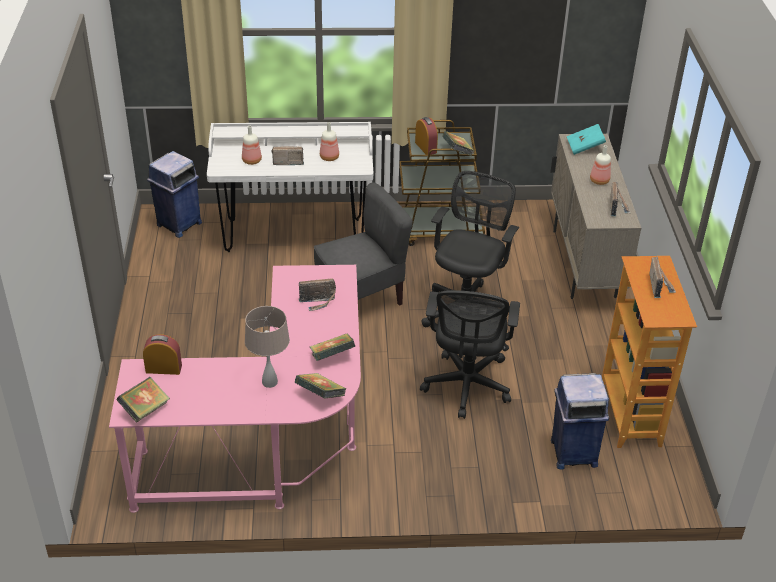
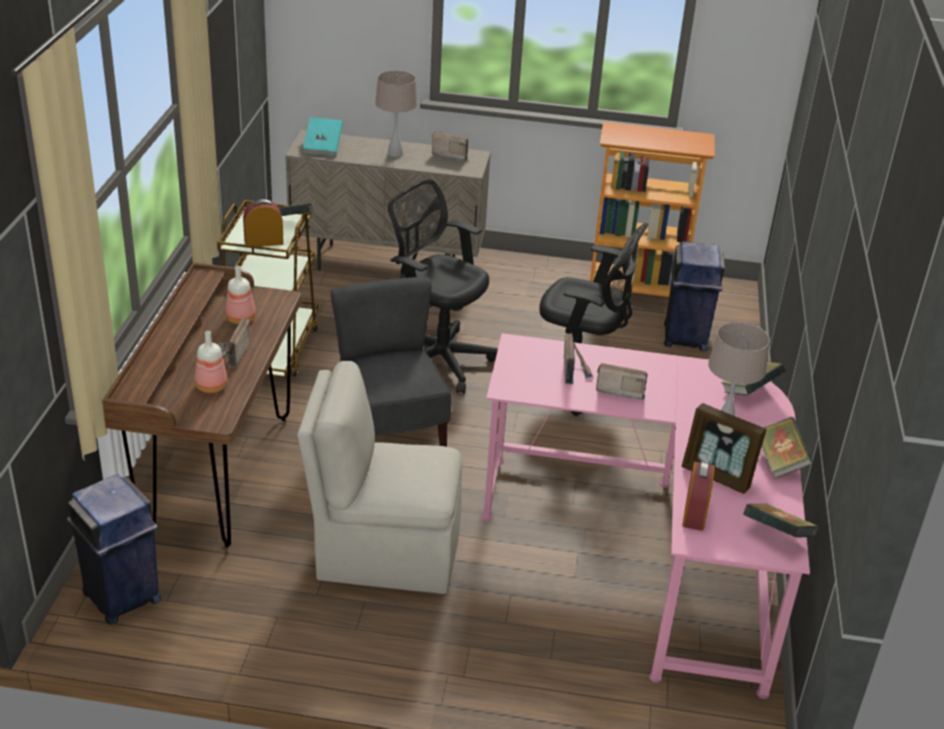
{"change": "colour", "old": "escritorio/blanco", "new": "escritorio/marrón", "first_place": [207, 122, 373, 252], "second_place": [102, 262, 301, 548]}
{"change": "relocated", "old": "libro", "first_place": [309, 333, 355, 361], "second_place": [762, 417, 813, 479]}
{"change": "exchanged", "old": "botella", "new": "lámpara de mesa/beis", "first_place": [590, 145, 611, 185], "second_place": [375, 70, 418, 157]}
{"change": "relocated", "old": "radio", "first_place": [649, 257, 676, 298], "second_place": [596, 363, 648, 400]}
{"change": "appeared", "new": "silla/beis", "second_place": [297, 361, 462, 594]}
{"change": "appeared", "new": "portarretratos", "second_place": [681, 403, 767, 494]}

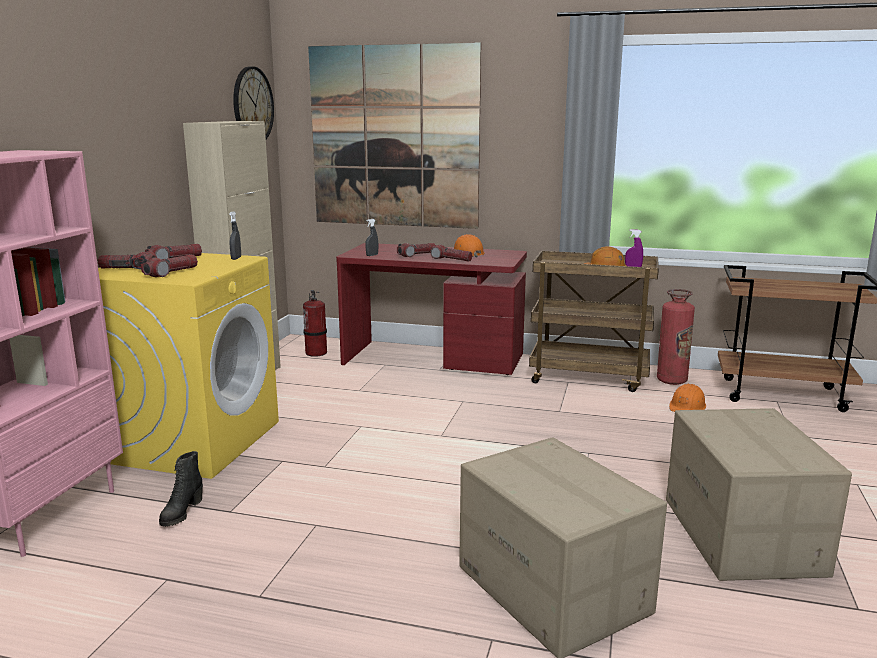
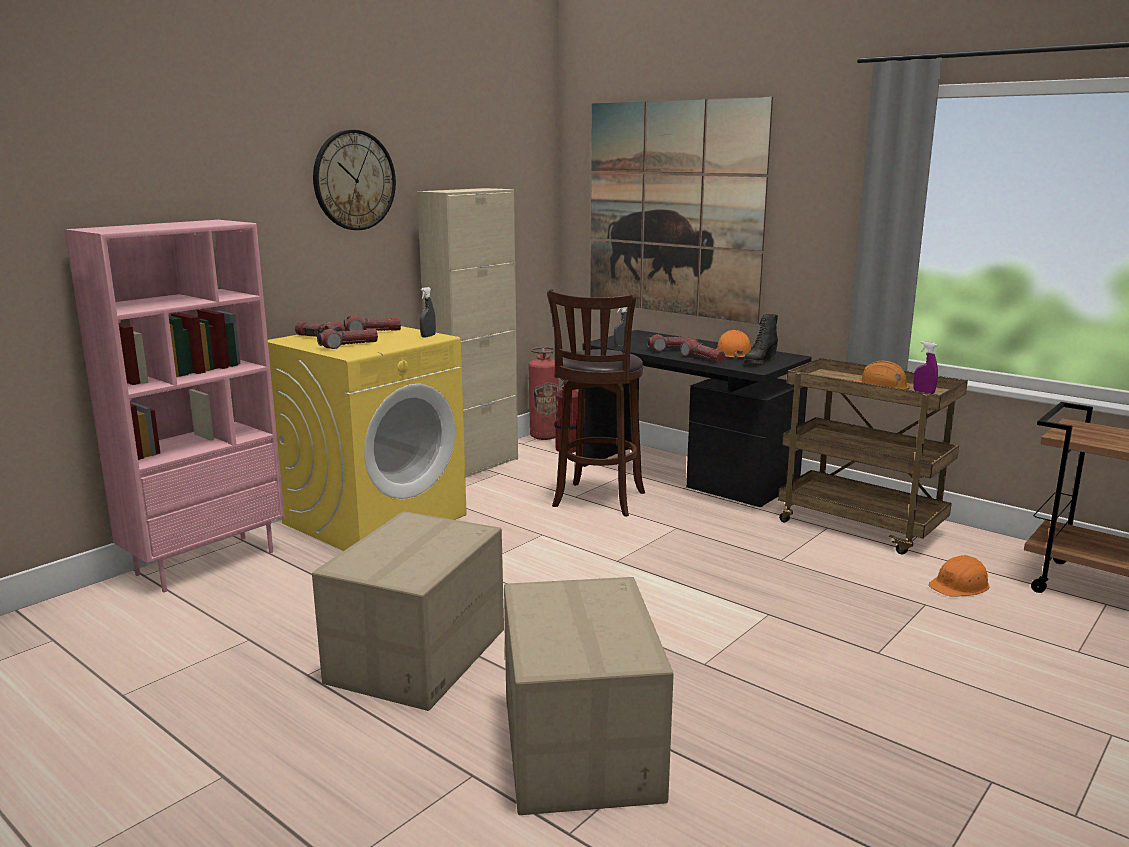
{"change": "relocated", "old": "bota/negro", "first_place": [159, 451, 203, 527], "second_place": [744, 314, 778, 364]}
{"change": "relocated", "old": "reloj de pared", "first_place": [233, 66, 274, 139], "second_place": [313, 130, 396, 230]}
{"change": "colour", "old": "escritorio/rojo", "new": "escritorio/negro", "first_place": [336, 243, 527, 375], "second_place": [582, 330, 812, 507]}
{"change": "relocated", "old": "extintor", "first_place": [657, 289, 695, 385], "second_place": [529, 347, 559, 440]}
{"change": "relocated", "old": "caja de cartón", "first_place": [666, 408, 852, 581], "second_place": [312, 511, 504, 711]}
{"change": "appeared", "new": "taburete/marrón", "second_place": [547, 289, 645, 517]}

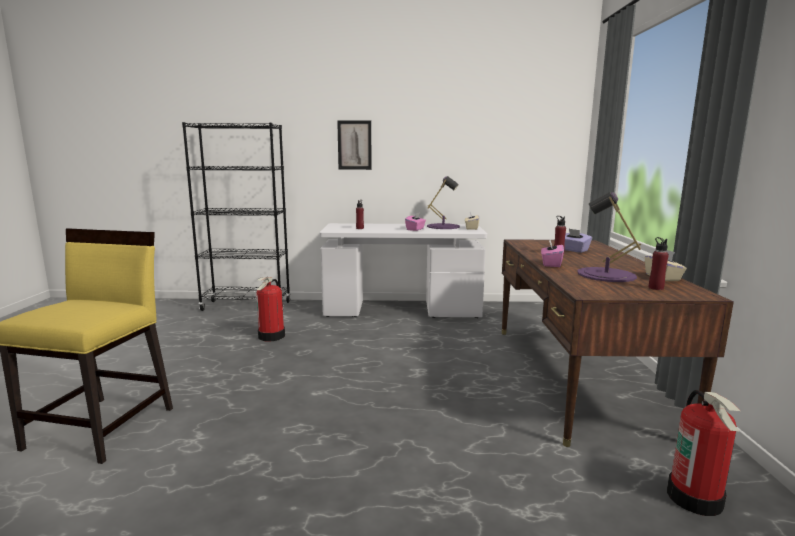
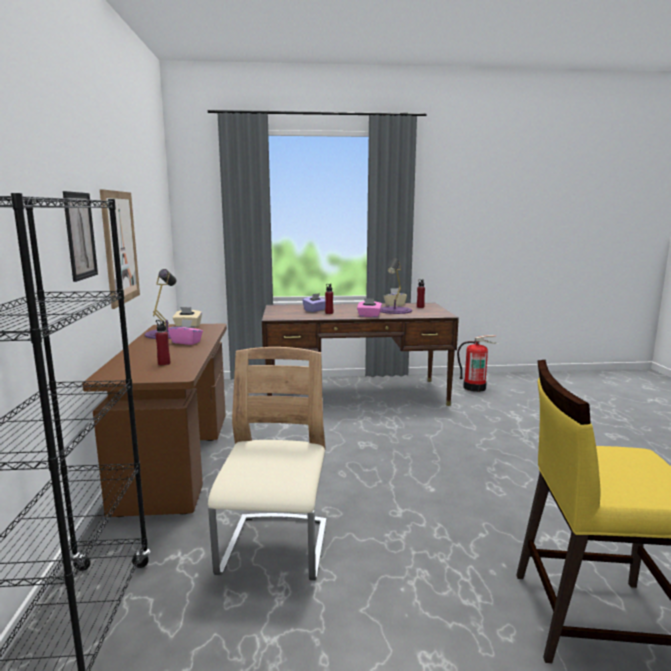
{"change": "exchanged", "old": "extintor", "new": "silla/beis", "first_place": [257, 277, 285, 341], "second_place": [208, 347, 327, 581]}
{"change": "colour", "old": "escritorio/blanco", "new": "escritorio/marrón", "first_place": [319, 223, 487, 318], "second_place": [82, 324, 227, 517]}
{"change": "appeared", "new": "cuadro", "second_place": [100, 189, 140, 309]}

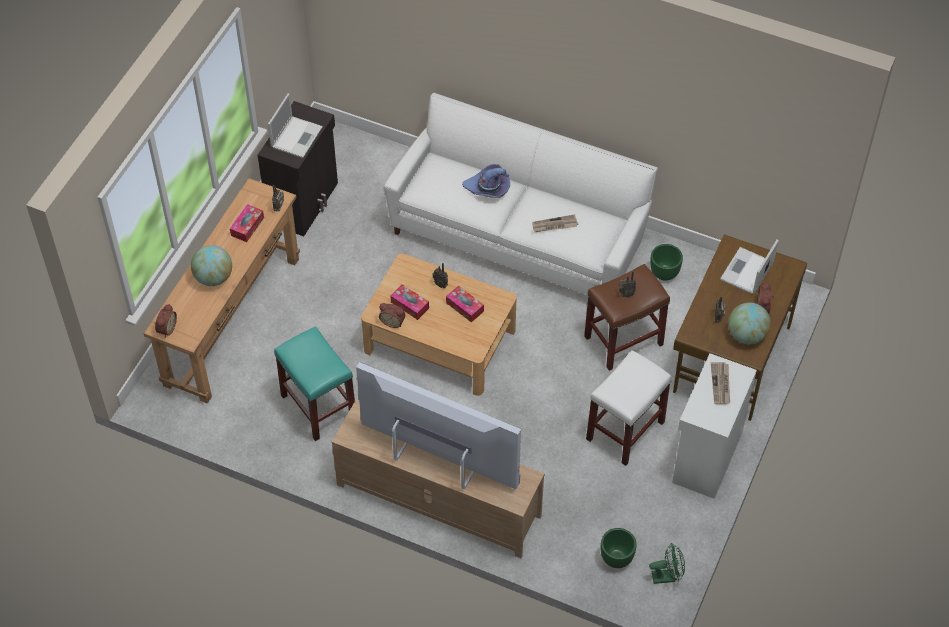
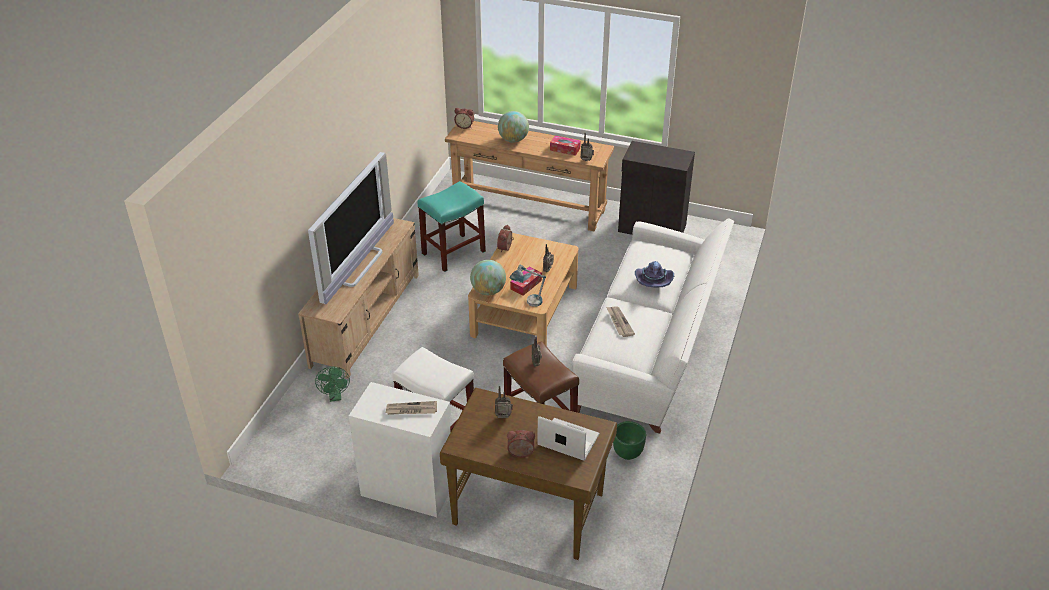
{"change": "missing", "old": "portátil", "first_place": [268, 93, 323, 158]}
{"change": "missing", "old": "caja de pañuelos", "first_place": [390, 284, 429, 320]}
{"change": "missing", "old": "maceta/verde", "first_place": [601, 528, 637, 568]}
{"change": "relocated", "old": "ventilador/verde", "first_place": [649, 543, 685, 584], "second_place": [315, 367, 350, 402]}
{"change": "relocated", "old": "globo terráqueo", "first_place": [728, 302, 771, 344], "second_place": [470, 260, 506, 295]}
{"change": "appeared", "new": "lámpara de mesa", "second_place": [510, 265, 546, 307]}

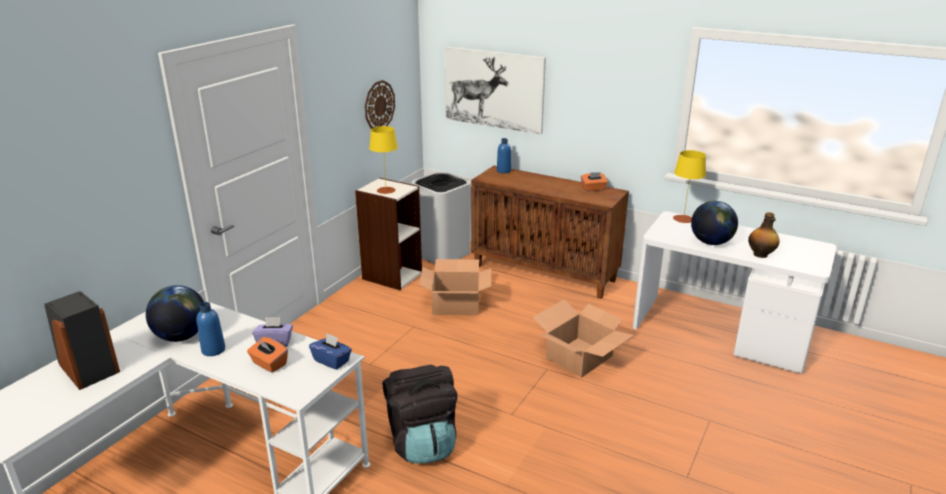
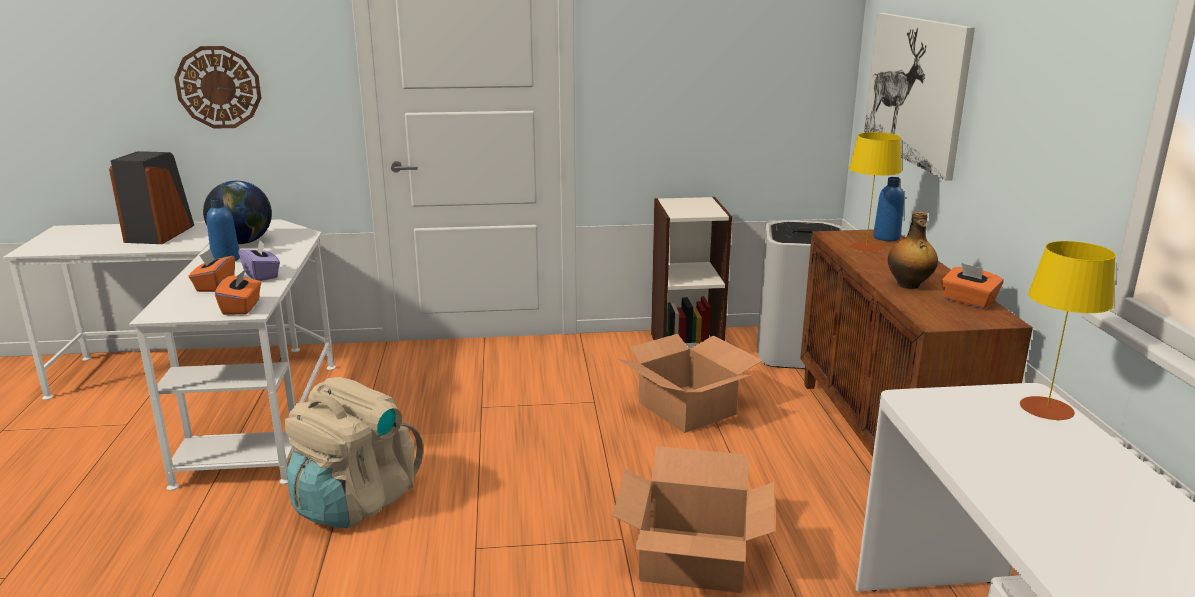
{"change": "colour", "old": "caja de pañuelos/azul", "new": "caja de pañuelos/naranja", "first_place": [309, 333, 352, 370], "second_place": [215, 269, 261, 315]}
{"change": "relocated", "old": "reloj de pared", "first_place": [365, 80, 395, 129], "second_place": [174, 46, 261, 129]}
{"change": "relocated", "old": "lámpara de mesa/amarillo", "first_place": [369, 126, 398, 194], "second_place": [849, 132, 902, 253]}
{"change": "colour", "old": "mochila/negro", "new": "mochila/beis", "first_place": [383, 365, 458, 463], "second_place": [285, 377, 423, 528]}
{"change": "missing", "old": "globo terráqueo", "first_place": [691, 201, 738, 245]}
{"change": "relocated", "old": "botella", "first_place": [748, 212, 780, 258], "second_place": [888, 212, 938, 289]}

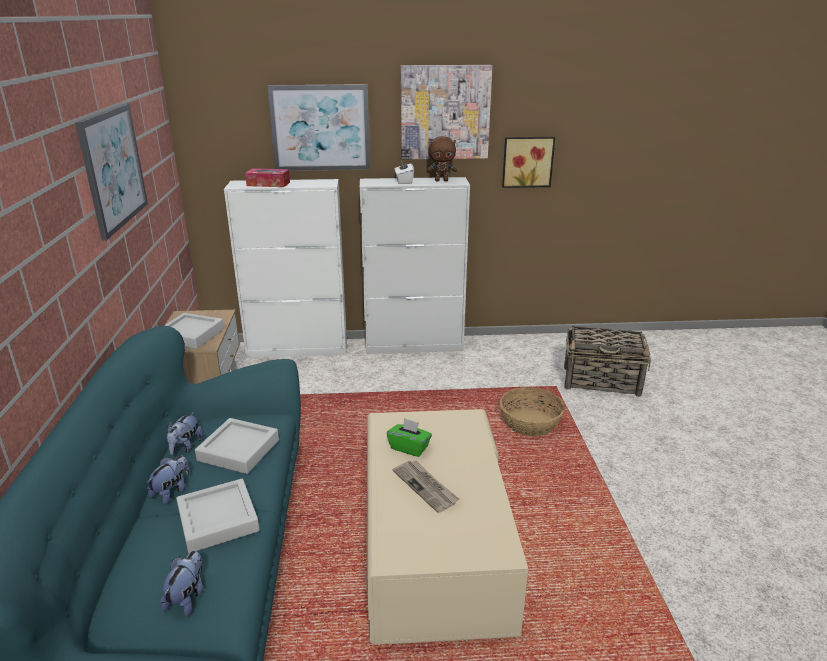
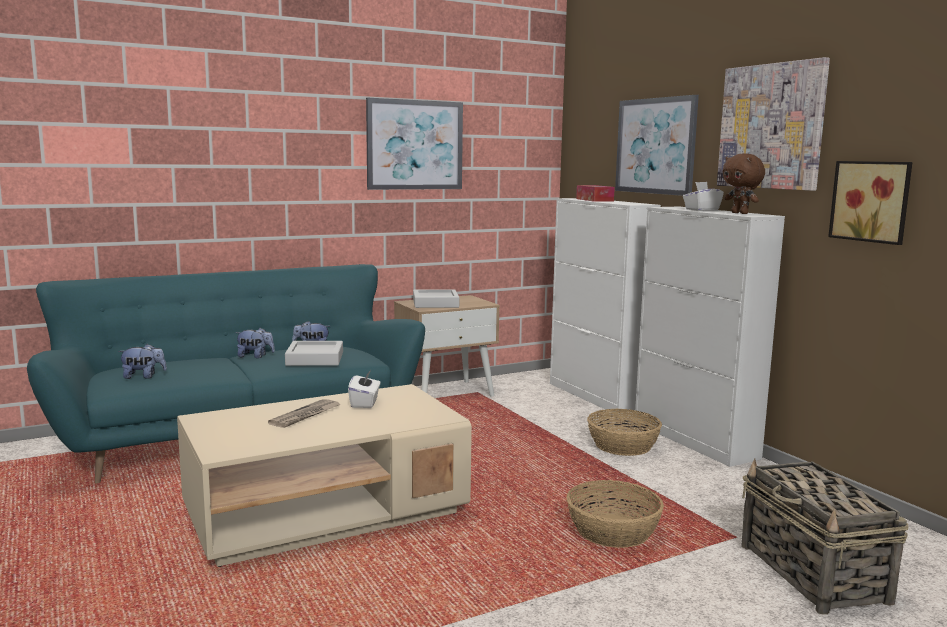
{"change": "missing", "old": "bandeja/gris", "first_place": [176, 479, 260, 553]}
{"change": "colour", "old": "caja de pañuelos/verde", "new": "caja de pañuelos/blanco", "first_place": [387, 418, 432, 457], "second_place": [348, 370, 380, 408]}
{"change": "appeared", "new": "cesta", "second_place": [587, 409, 662, 456]}

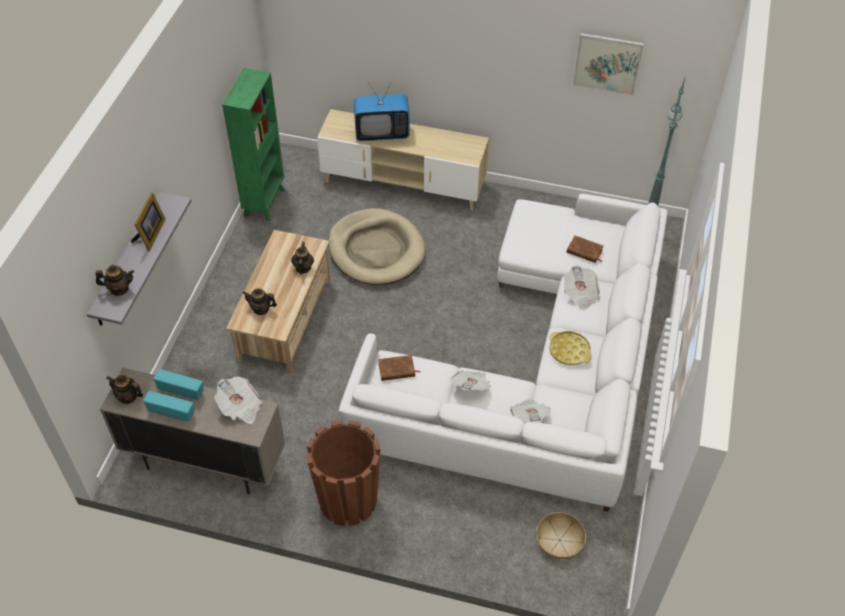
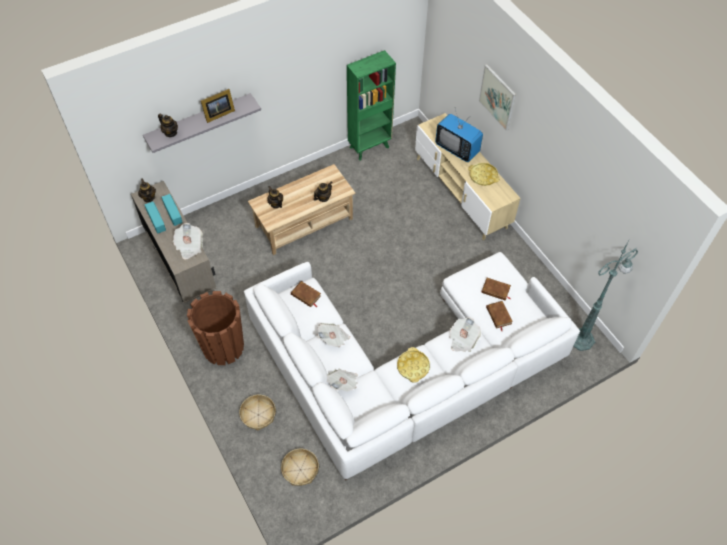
{"change": "missing", "old": "cama para perro/beis", "first_place": [328, 208, 426, 285]}
{"change": "relocated", "old": "cuadro", "first_place": [573, 33, 644, 95], "second_place": [479, 64, 516, 131]}
{"change": "appeared", "new": "cesta", "second_place": [239, 395, 276, 430]}
{"change": "appeared", "new": "bandeja/amarillo", "second_place": [468, 163, 500, 186]}
{"change": "appeared", "new": "libro/marrón", "second_place": [481, 278, 511, 301]}

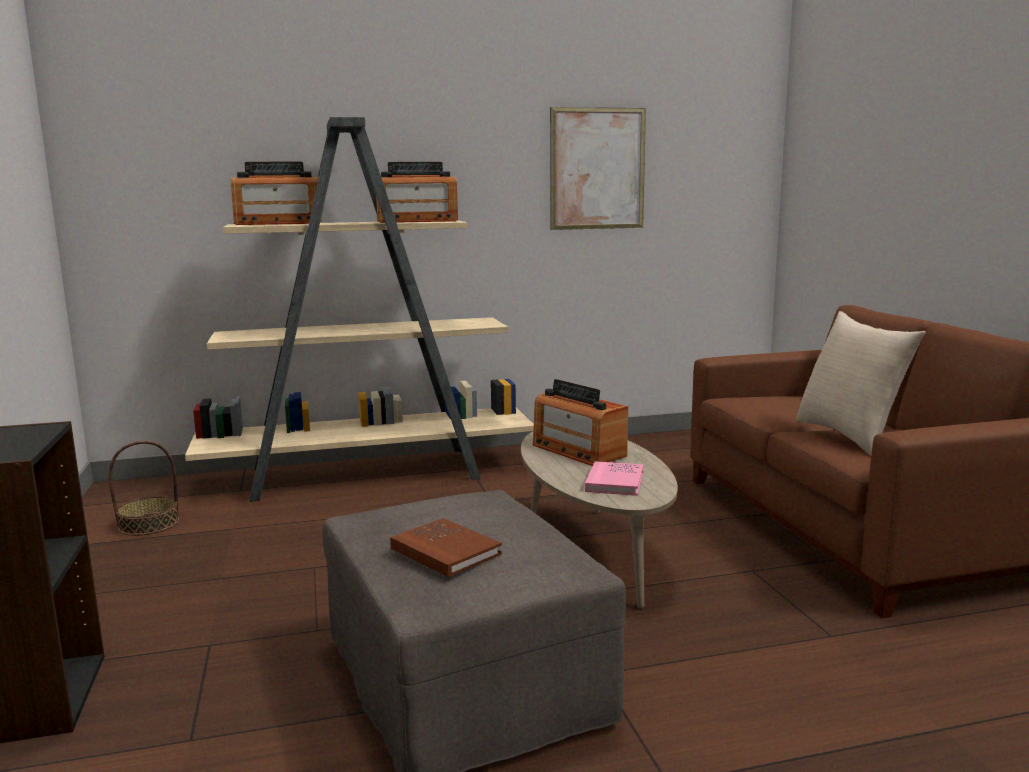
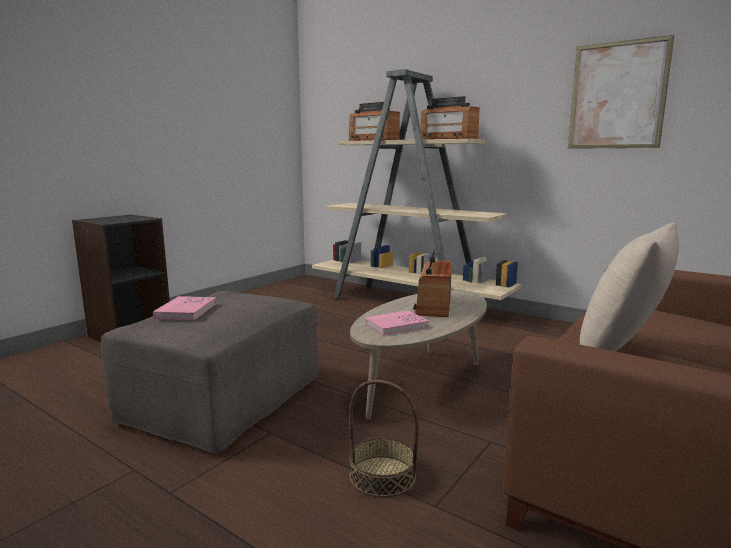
{"change": "relocated", "old": "cesta", "first_place": [109, 441, 179, 536], "second_place": [349, 380, 419, 498]}
{"change": "colour", "old": "libro/marrón", "new": "libro/rosa", "first_place": [390, 518, 502, 577], "second_place": [153, 296, 216, 320]}

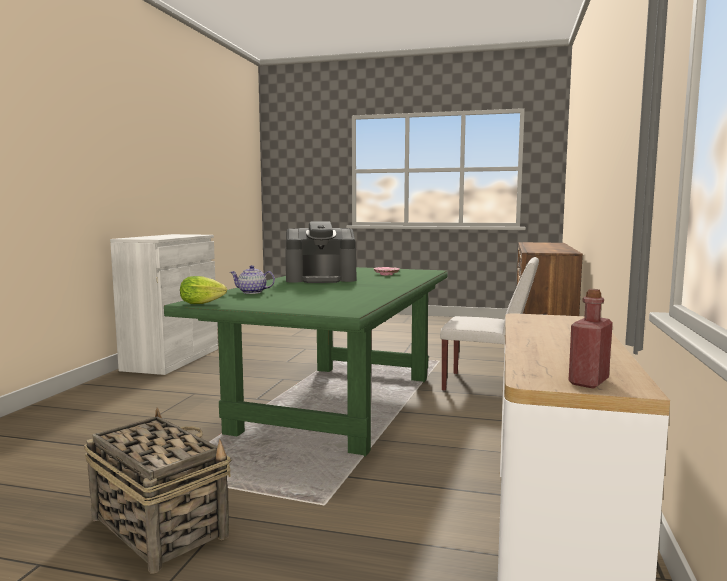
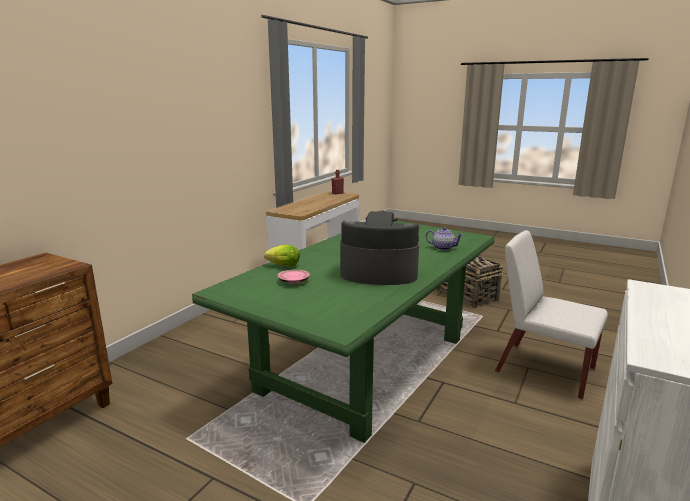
{"change": "relocated", "old": "lechuga", "first_place": [180, 276, 227, 304], "second_place": [264, 245, 300, 266]}
{"change": "relocated", "old": "silla/blanco", "first_place": [440, 257, 539, 391], "second_place": [495, 230, 608, 399]}

